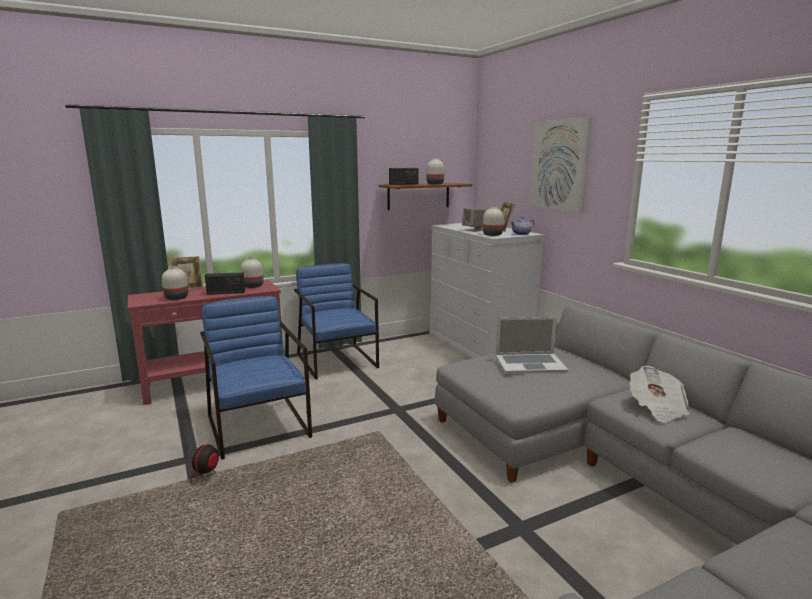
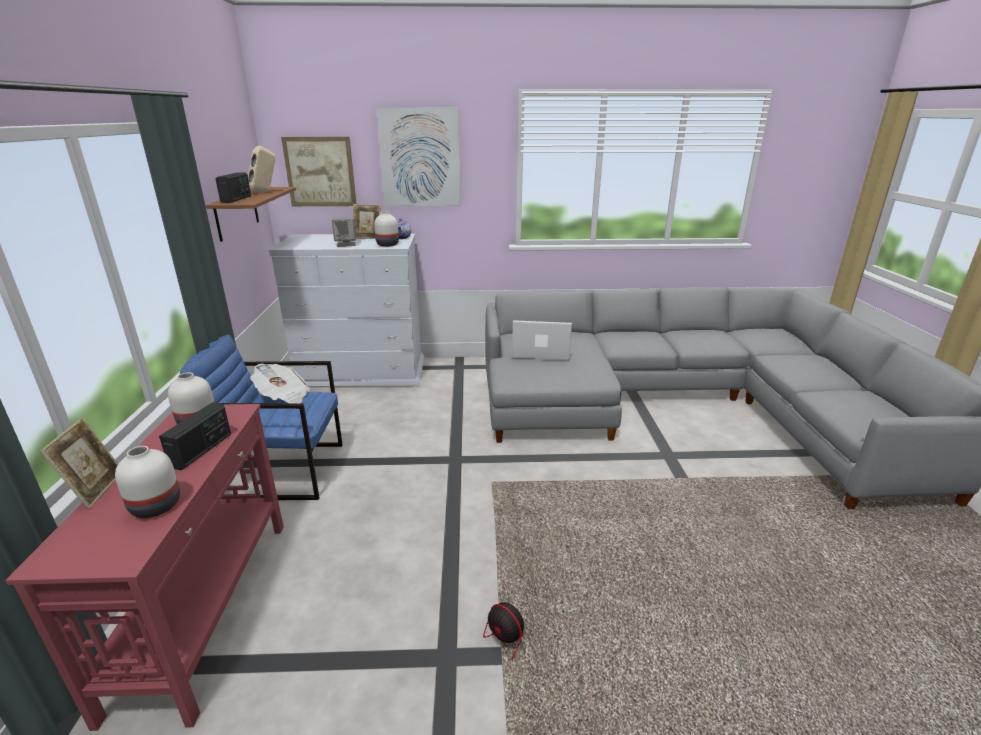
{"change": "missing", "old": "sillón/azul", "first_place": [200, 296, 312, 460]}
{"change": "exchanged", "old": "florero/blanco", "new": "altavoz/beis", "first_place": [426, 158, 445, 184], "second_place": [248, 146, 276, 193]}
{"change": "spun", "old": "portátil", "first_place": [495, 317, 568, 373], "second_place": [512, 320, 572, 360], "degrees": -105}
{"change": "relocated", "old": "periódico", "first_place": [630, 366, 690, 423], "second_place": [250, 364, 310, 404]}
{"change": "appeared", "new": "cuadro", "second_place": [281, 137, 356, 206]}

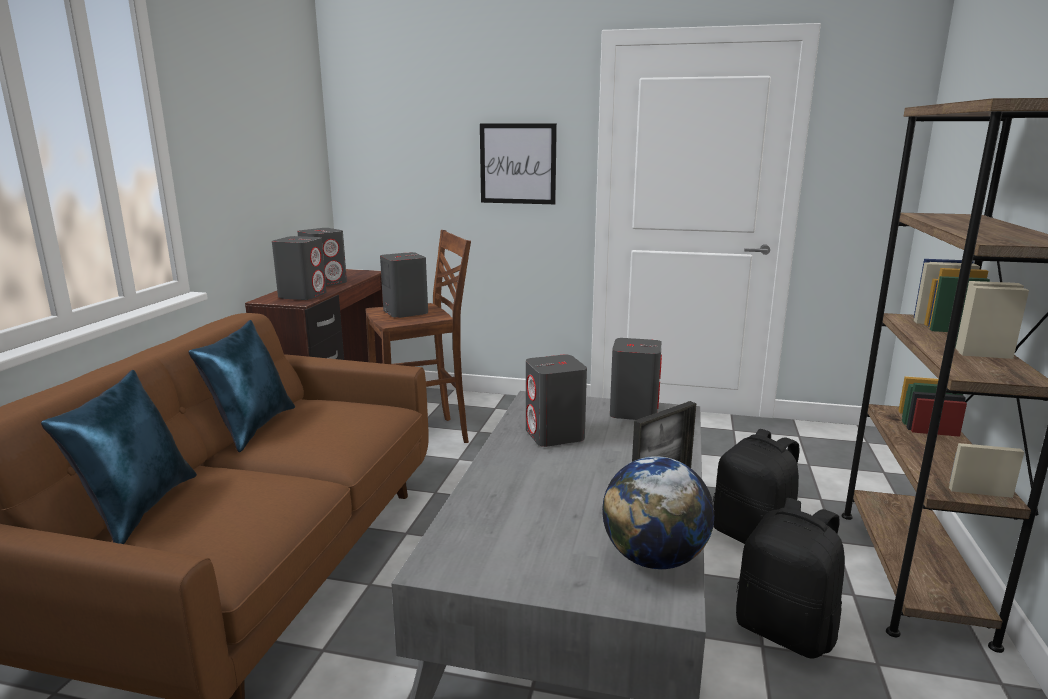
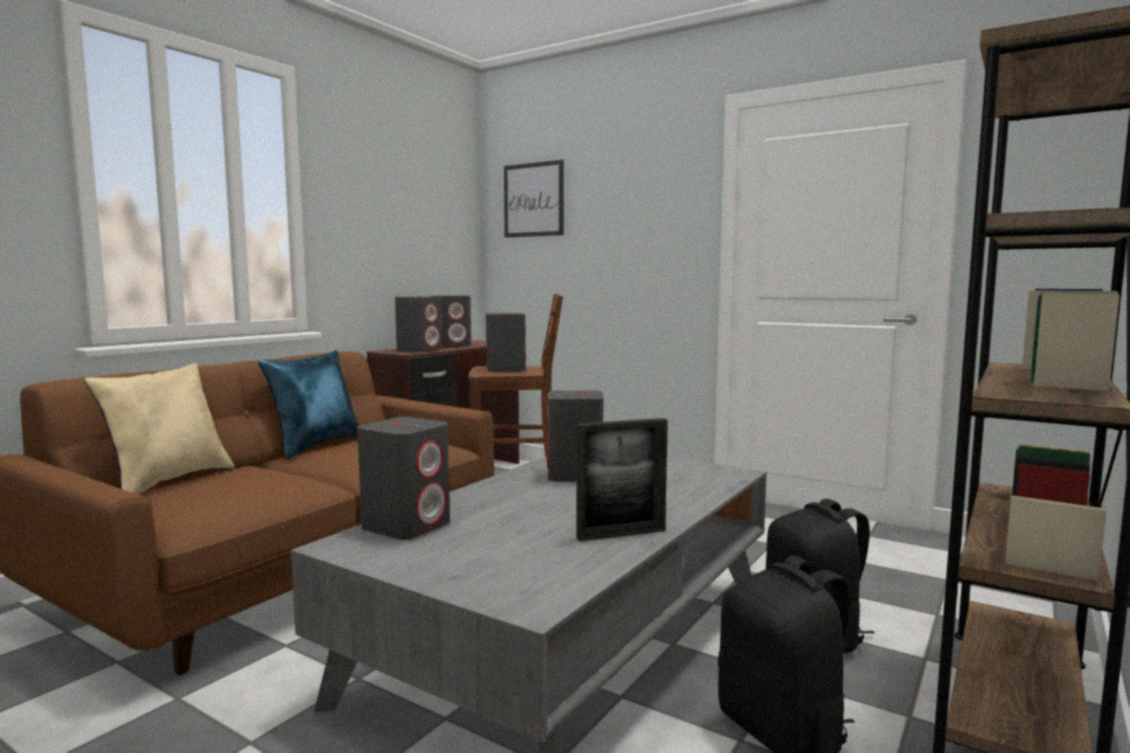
{"change": "colour", "old": "cojín/azul", "new": "cojín/beis", "first_place": [41, 370, 197, 544], "second_place": [84, 363, 235, 494]}
{"change": "relocated", "old": "cuadro", "first_place": [480, 123, 557, 204], "second_place": [504, 160, 564, 238]}
{"change": "missing", "old": "globo terráqueo", "first_place": [602, 456, 714, 569]}
{"change": "relocated", "old": "altavoz/gris", "first_place": [610, 338, 662, 420], "second_place": [357, 417, 450, 540]}

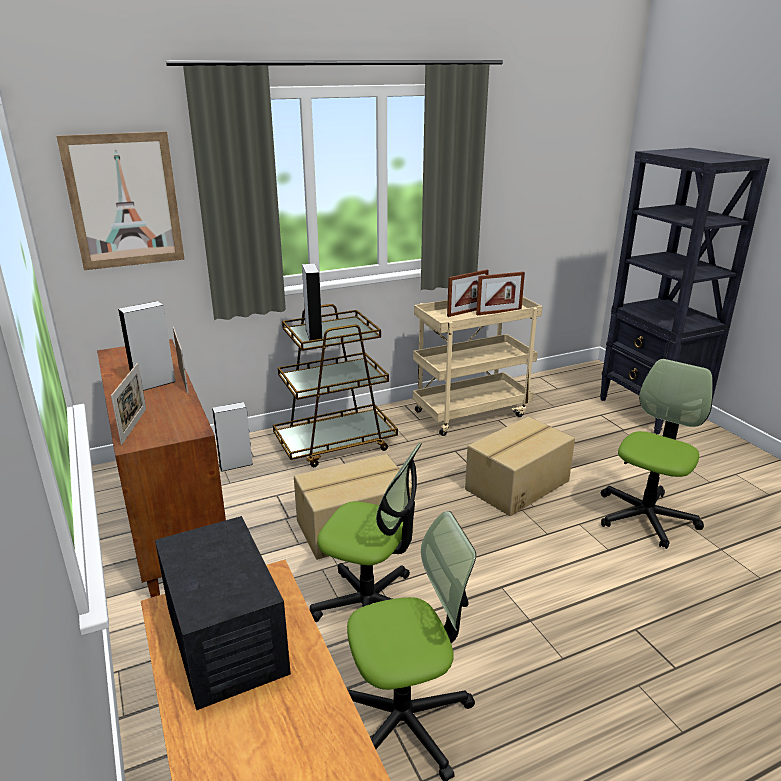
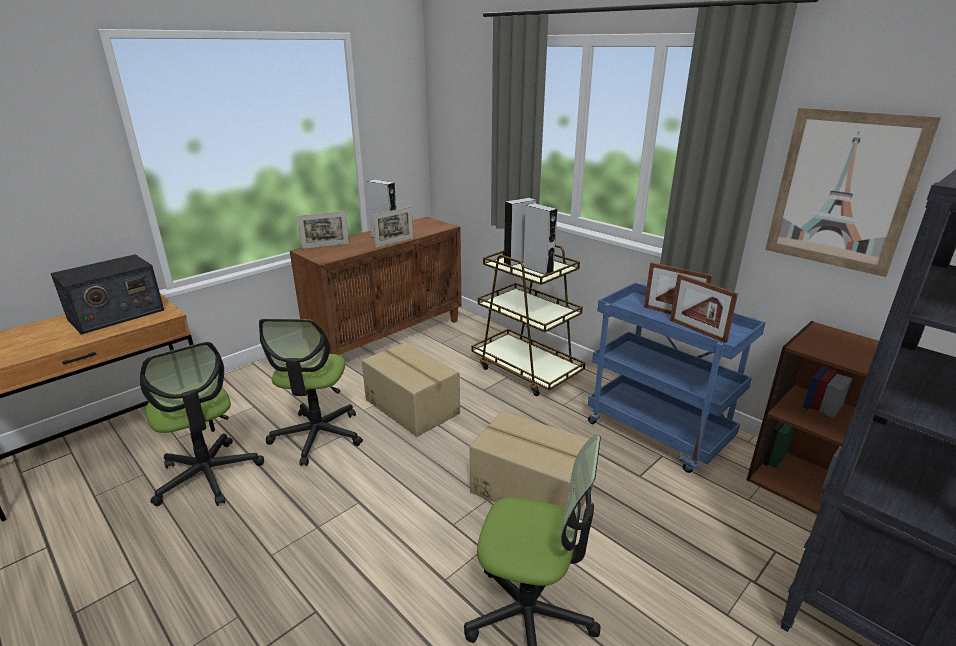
{"change": "relocated", "old": "cuadro", "first_place": [57, 131, 184, 270], "second_place": [765, 108, 941, 277]}
{"change": "relocated", "old": "altavoz/gris", "first_place": [212, 402, 253, 472], "second_place": [523, 203, 557, 275]}
{"change": "colour", "old": "carrito/beis", "new": "carrito/azul", "first_place": [413, 297, 542, 436], "second_place": [588, 283, 766, 473]}
{"change": "appeared", "new": "estantería/marrón", "second_place": [747, 321, 879, 514]}

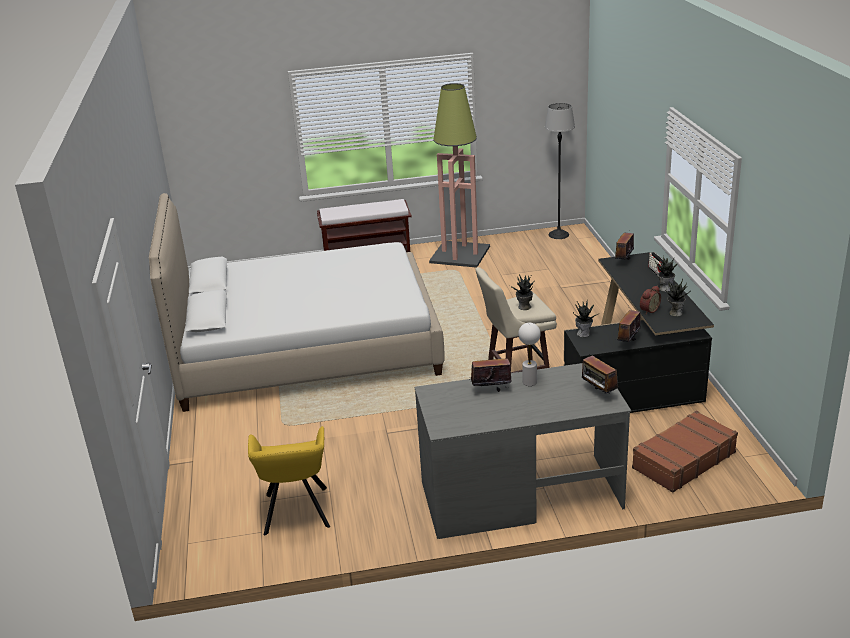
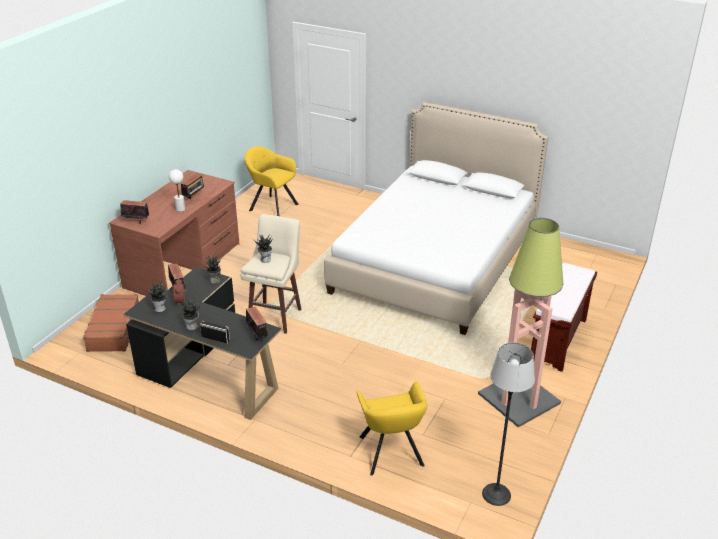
{"change": "colour", "old": "escritorio/gris", "new": "escritorio/marrón", "first_place": [414, 363, 631, 539], "second_place": [109, 170, 240, 296]}
{"change": "appeared", "new": "sillón/amarillo", "second_place": [357, 382, 427, 476]}

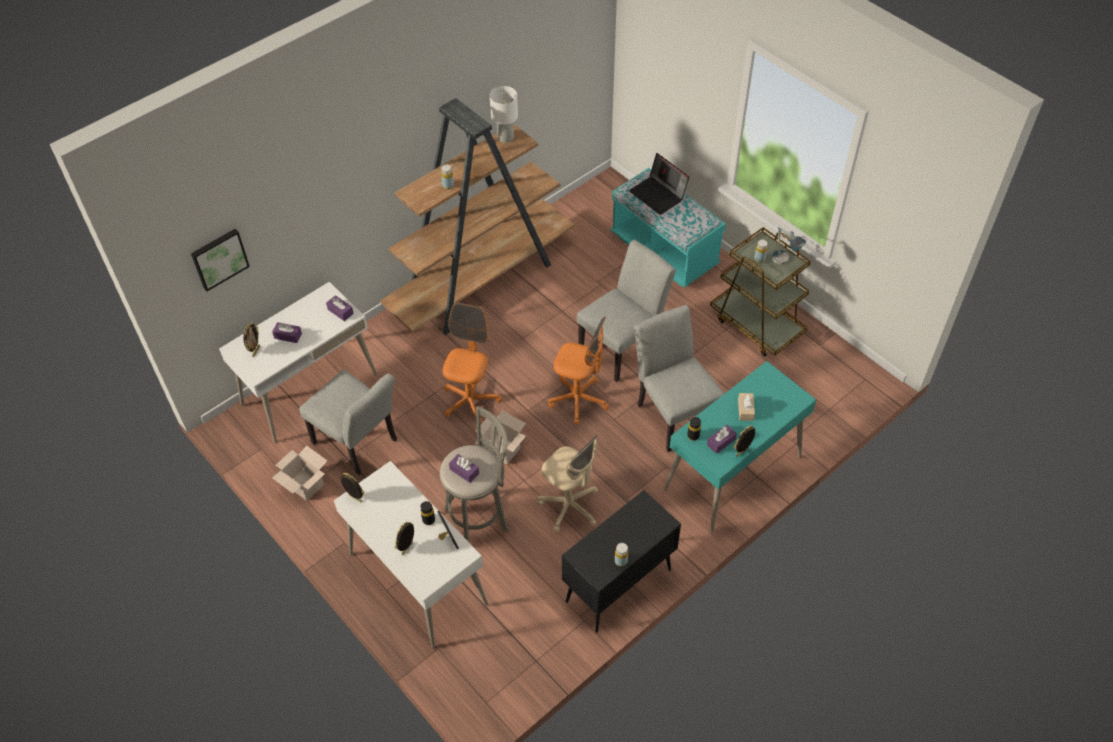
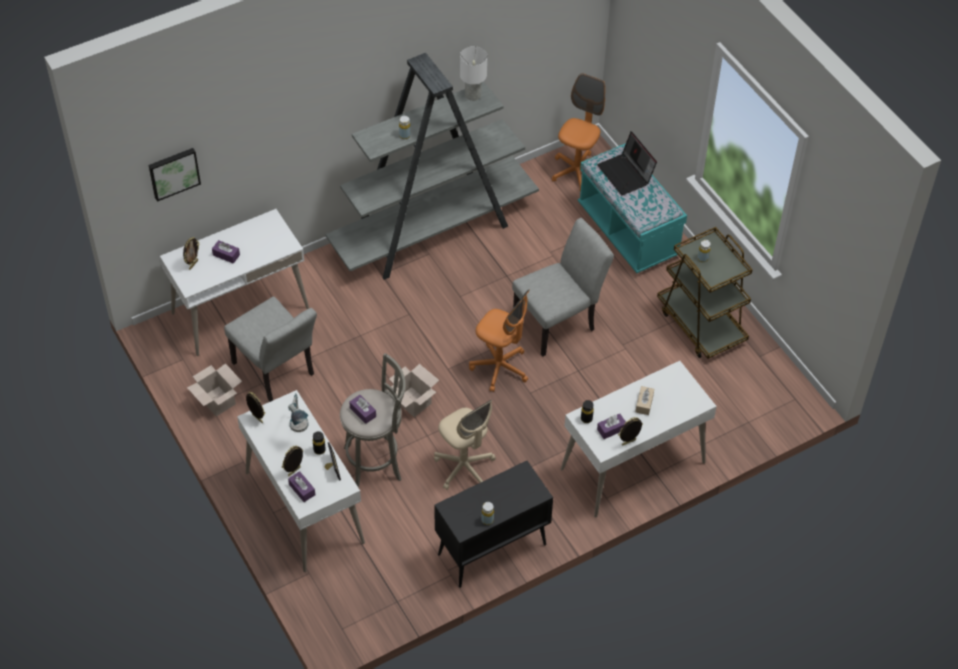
{"change": "relocated", "old": "caja de pañuelos/morado", "first_place": [326, 295, 354, 321], "second_place": [288, 471, 315, 502]}
{"change": "colour", "old": "estantería/marrón", "new": "estantería/gris", "first_place": [380, 98, 575, 335], "second_place": [325, 53, 539, 280]}
{"change": "relocated", "old": "silla de oficina/naranja", "first_place": [443, 302, 502, 424], "second_place": [552, 73, 605, 191]}
{"change": "missing", "old": "silla/gris", "first_place": [634, 305, 725, 452]}
{"change": "colour", "old": "escritorio/turquesa", "new": "escritorio/blanco", "first_place": [664, 361, 816, 532], "second_place": [561, 361, 717, 518]}
{"change": "relocated", "old": "lámpara de mesa", "first_place": [772, 227, 806, 265], "second_place": [288, 393, 308, 432]}

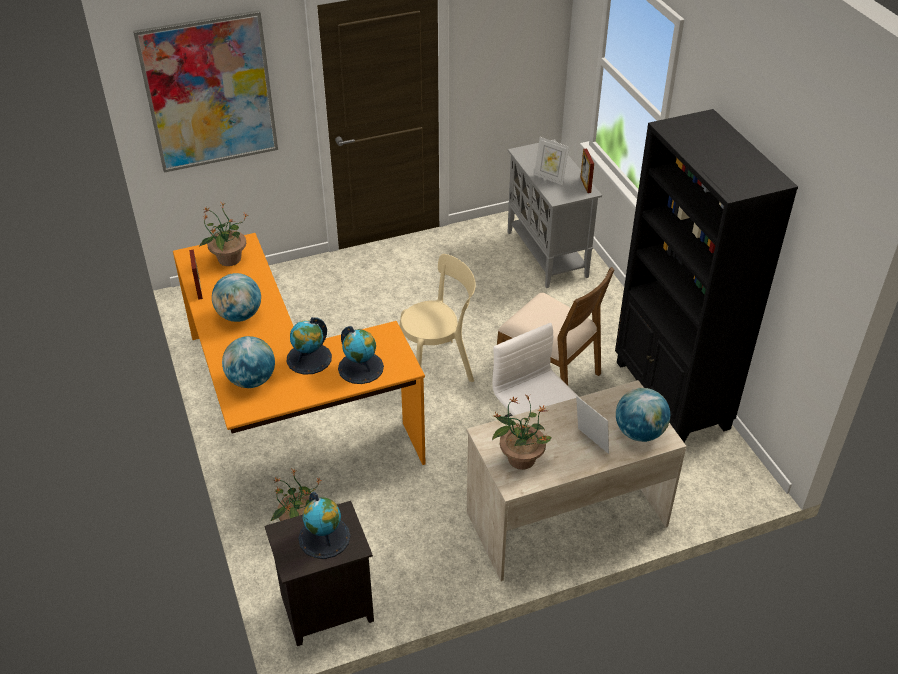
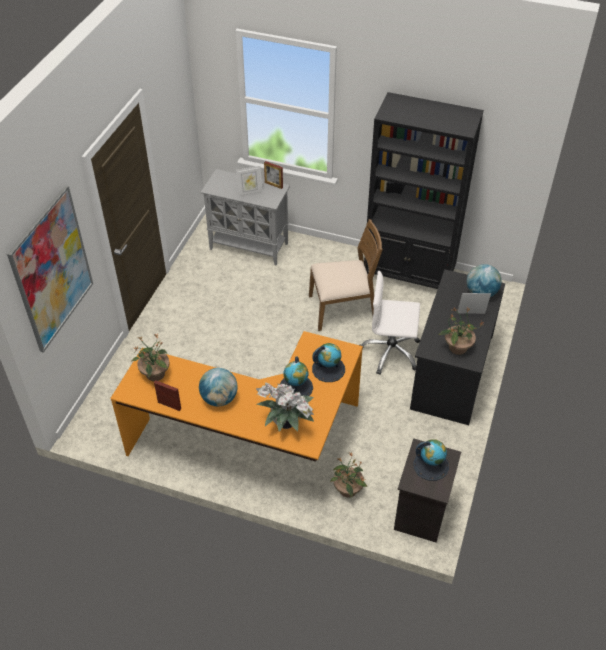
{"change": "exchanged", "old": "globo terráqueo", "new": "planta en maceta", "first_place": [222, 336, 275, 388], "second_place": [256, 382, 314, 432]}
{"change": "missing", "old": "silla/beis", "first_place": [399, 254, 476, 382]}
{"change": "colour", "old": "escritorio/beis", "new": "escritorio/negro", "first_place": [467, 380, 686, 581], "second_place": [410, 269, 505, 425]}

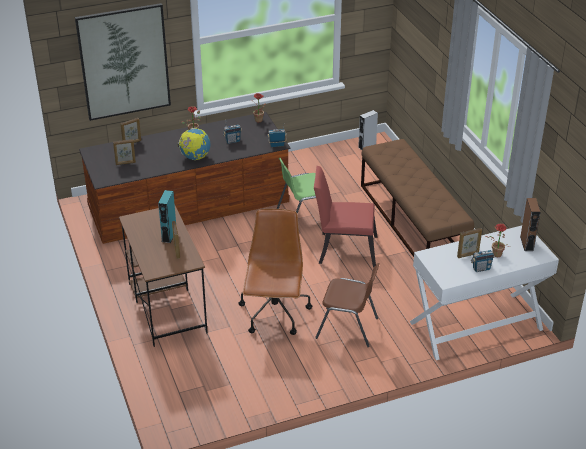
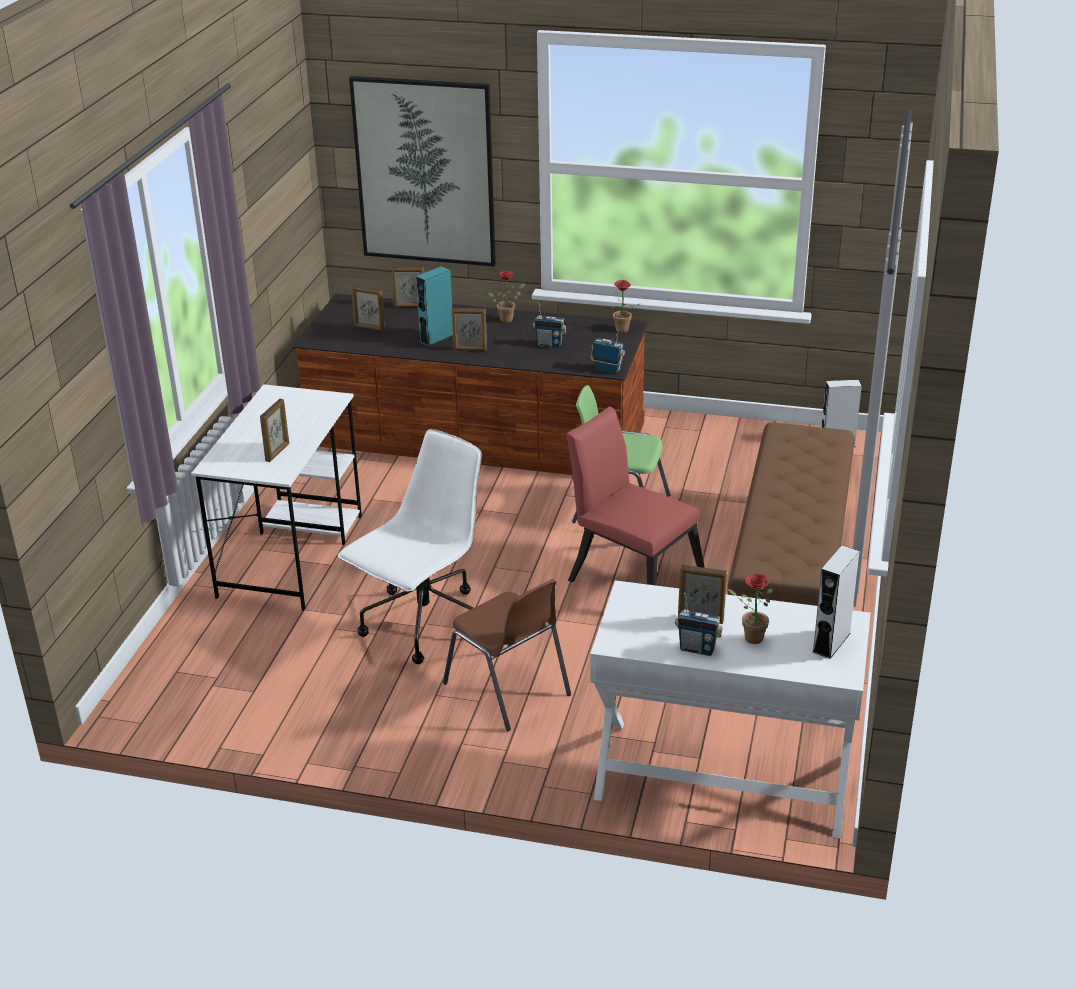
{"change": "colour", "old": "escritorio/marrón", "new": "escritorio/blanco", "first_place": [119, 206, 208, 347], "second_place": [191, 384, 362, 611]}
{"change": "relocated", "old": "altavoz/turquesa", "first_place": [158, 190, 176, 243], "second_place": [416, 266, 453, 346]}
{"change": "exchanged", "old": "globo terráqueo", "new": "portarretratos", "first_place": [178, 128, 211, 160], "second_place": [452, 308, 487, 351]}
{"change": "colour", "old": "silla de oficina/marrón", "new": "silla de oficina/blanco", "first_place": [238, 208, 312, 335], "second_place": [338, 429, 482, 664]}
{"change": "colour", "old": "altavoz/marrón", "new": "altavoz/gris", "first_place": [520, 198, 541, 251], "second_place": [812, 545, 860, 659]}

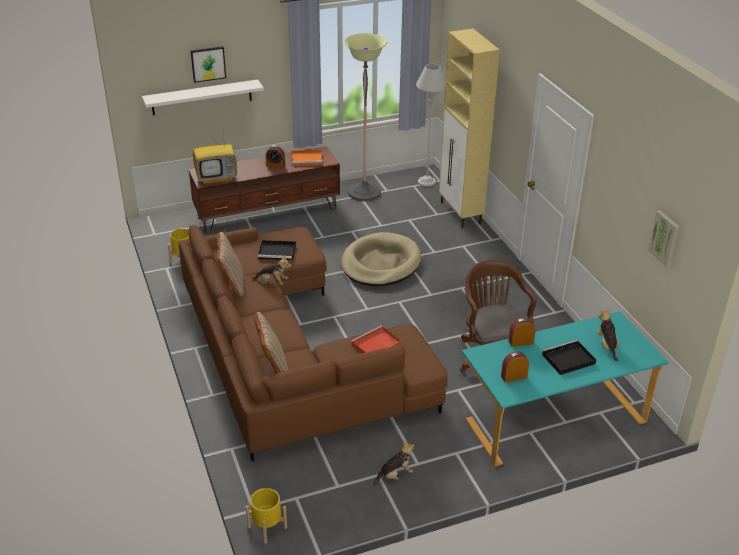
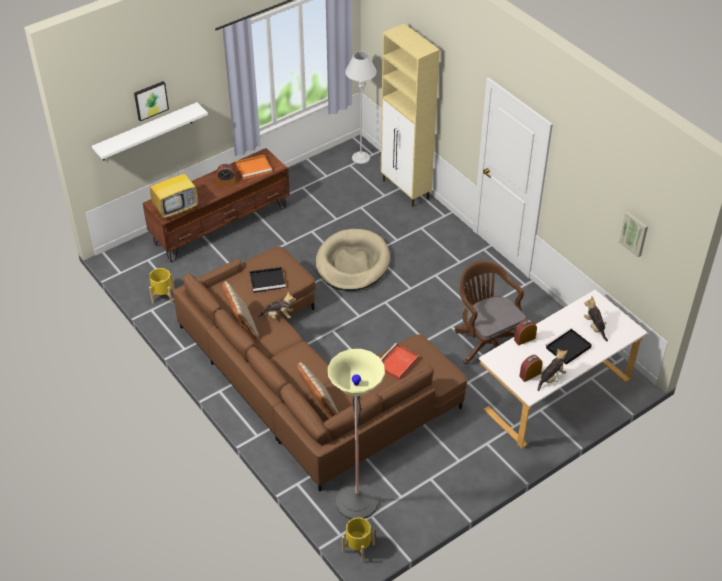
{"change": "relocated", "old": "lámpara de pie", "first_place": [344, 33, 388, 201], "second_place": [328, 349, 385, 519]}
{"change": "relocated", "old": "peluche", "first_place": [374, 440, 414, 485], "second_place": [538, 348, 567, 391]}
{"change": "colour", "old": "escritorio/turquesa", "new": "escritorio/blanco", "first_place": [462, 311, 669, 466], "second_place": [479, 290, 648, 448]}

